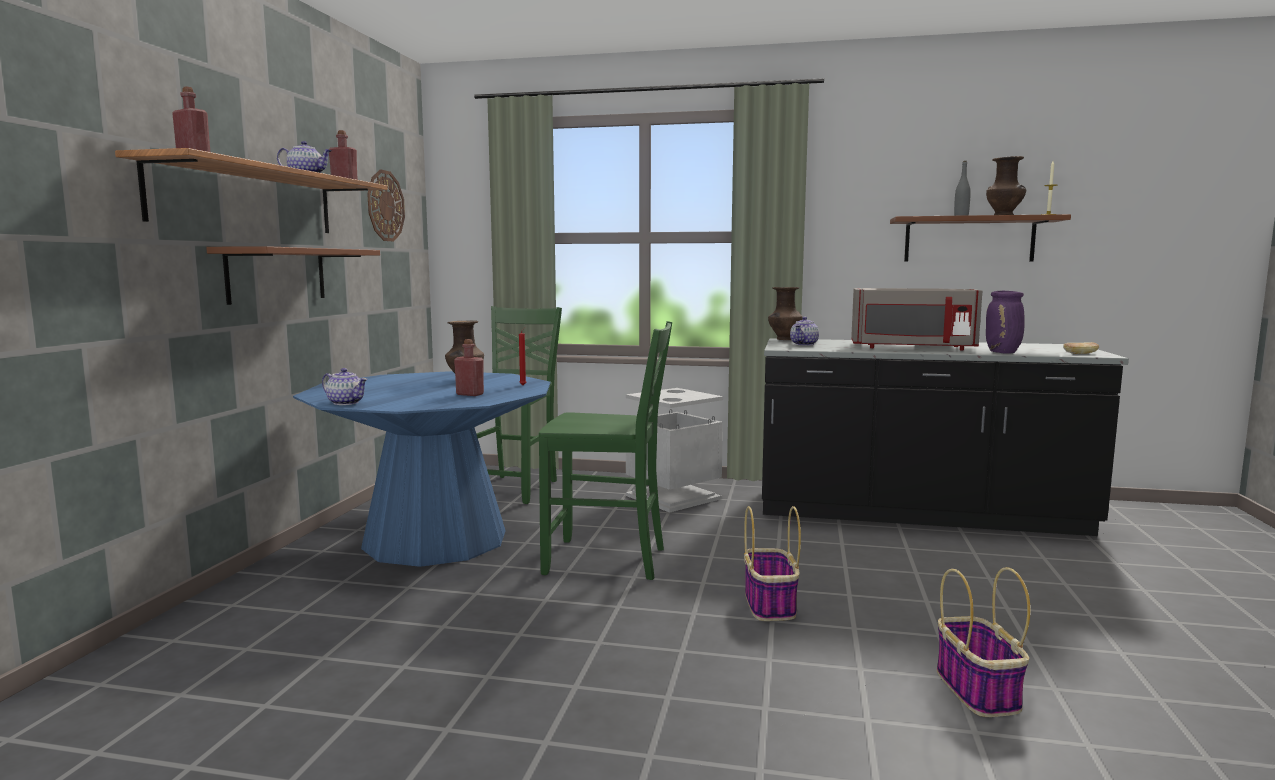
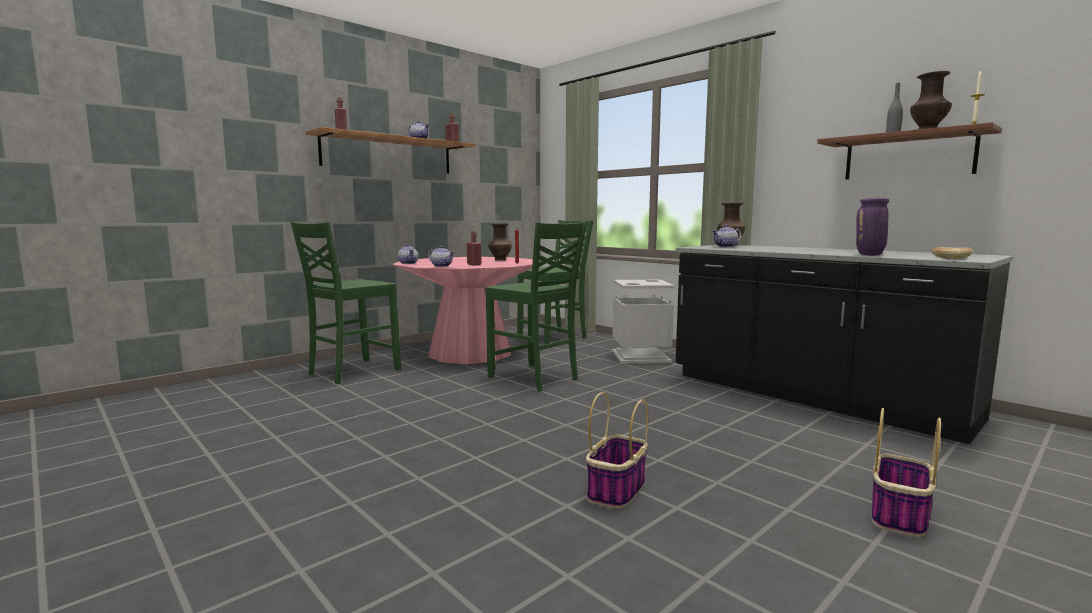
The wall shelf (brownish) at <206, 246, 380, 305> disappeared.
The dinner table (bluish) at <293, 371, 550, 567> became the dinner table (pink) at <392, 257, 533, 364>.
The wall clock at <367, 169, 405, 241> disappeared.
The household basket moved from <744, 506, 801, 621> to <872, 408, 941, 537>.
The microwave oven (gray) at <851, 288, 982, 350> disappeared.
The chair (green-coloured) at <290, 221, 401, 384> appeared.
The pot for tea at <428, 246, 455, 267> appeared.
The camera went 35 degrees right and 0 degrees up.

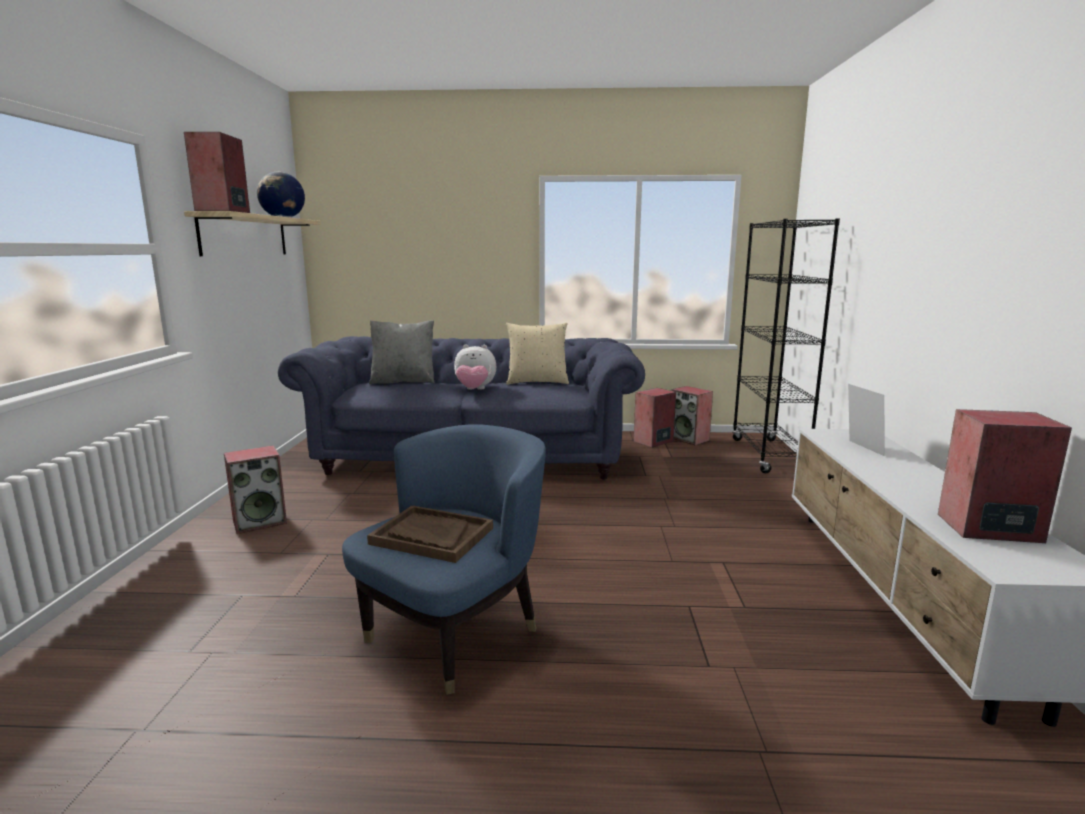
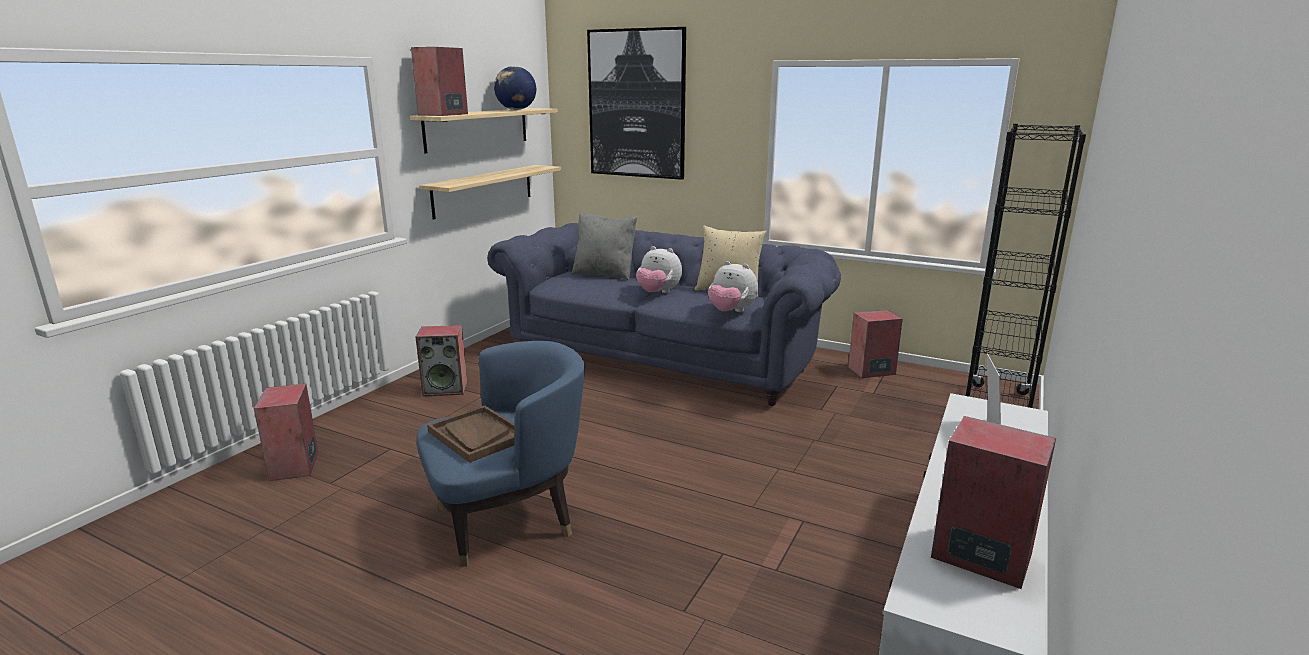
The loudspeaker moved from <671, 386, 713, 445> to <254, 384, 318, 481>.
The wall shelf at <419, 165, 561, 220> appeared.
The wall art at <587, 27, 686, 180> appeared.
The plush toy at <708, 261, 758, 312> appeared.
The camera went 25 degrees right and 5 degrees up.

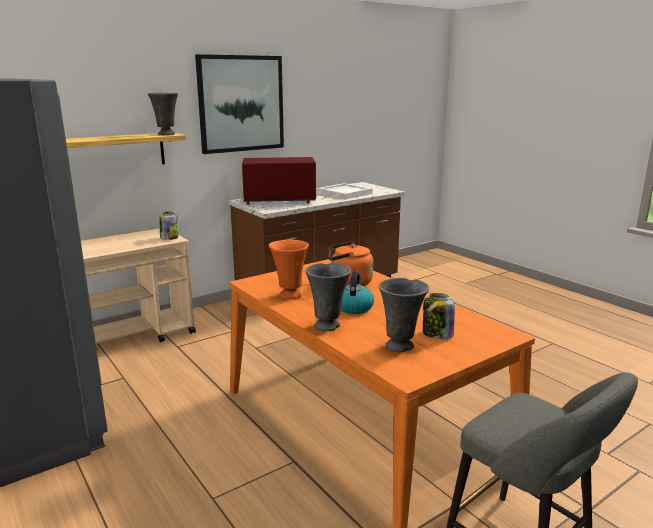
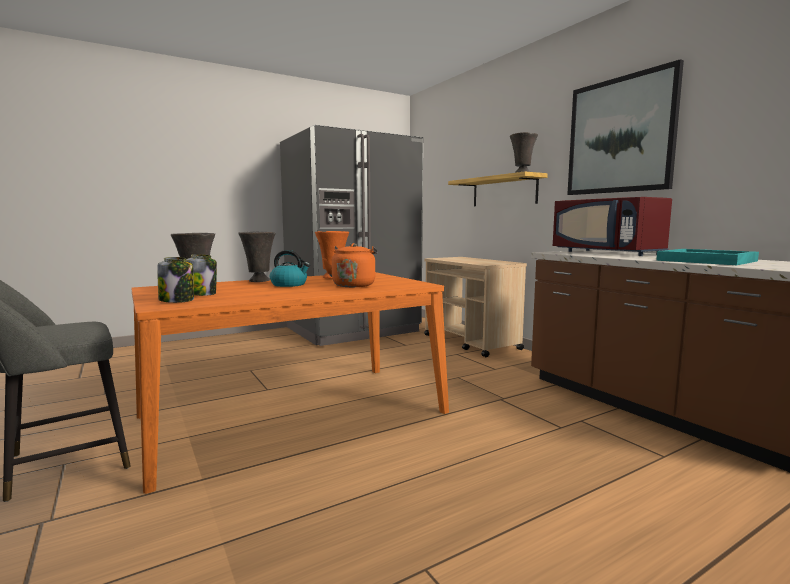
The jar moved from <160, 212, 178, 240> to <157, 257, 194, 303>.
The microwave oven (reddish) at <242, 157, 316, 205> turned 150 degrees clockwise.
The carrying tray (white) at <317, 183, 373, 199> became the carrying tray (turquoise-coloured) at <656, 249, 759, 265>.
The camera went 95 degrees right and 10 degrees down.

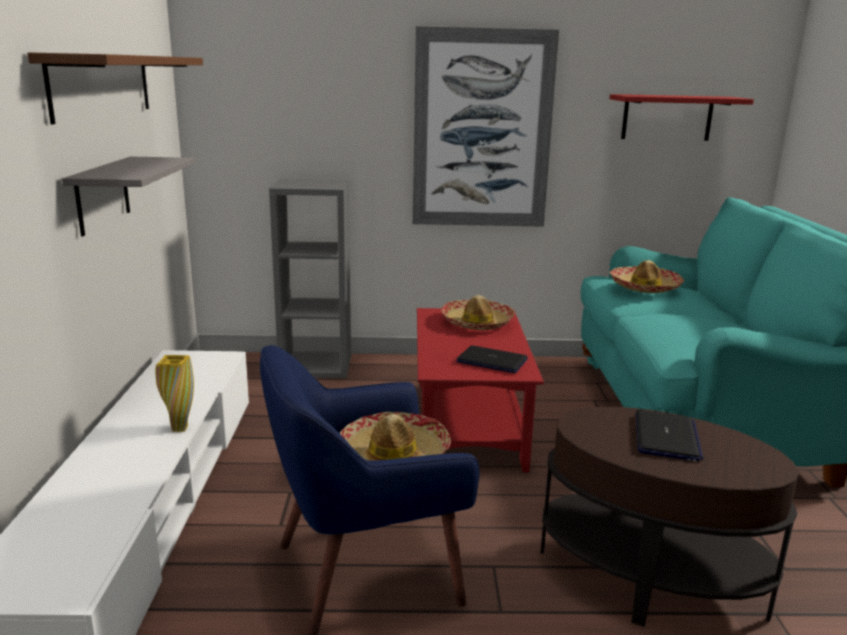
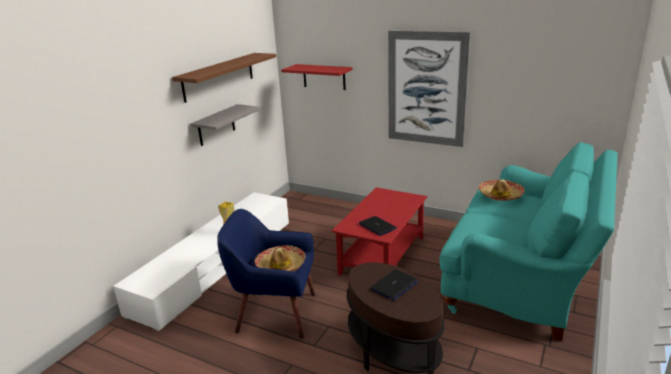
The bookcase (gray) at <269, 179, 351, 378> disappeared.
The wearable hat at <441, 295, 515, 330> disappeared.
The wall shelf (reddish) moved from <609, 94, 754, 141> to <281, 64, 353, 90>.
The camera went 30 degrees right and 5 degrees up.

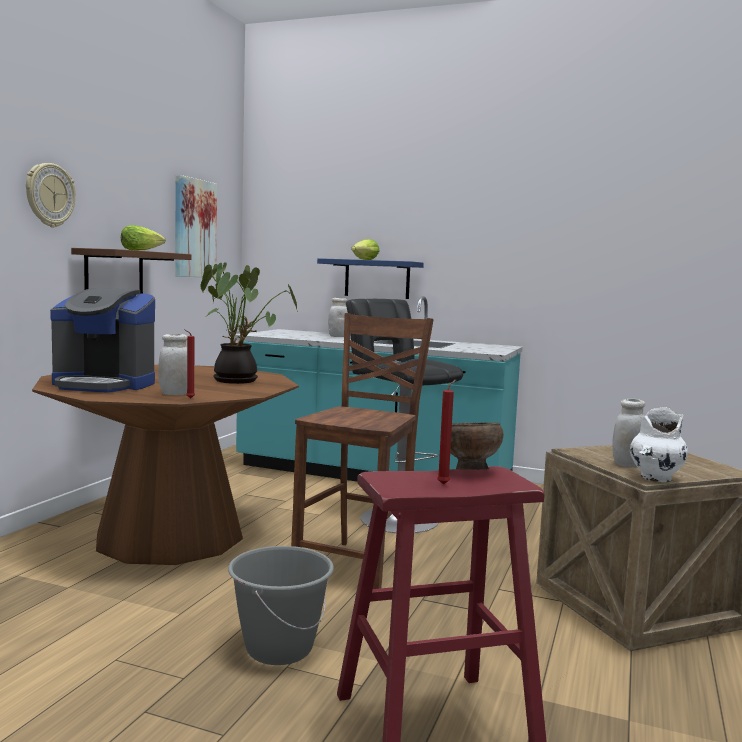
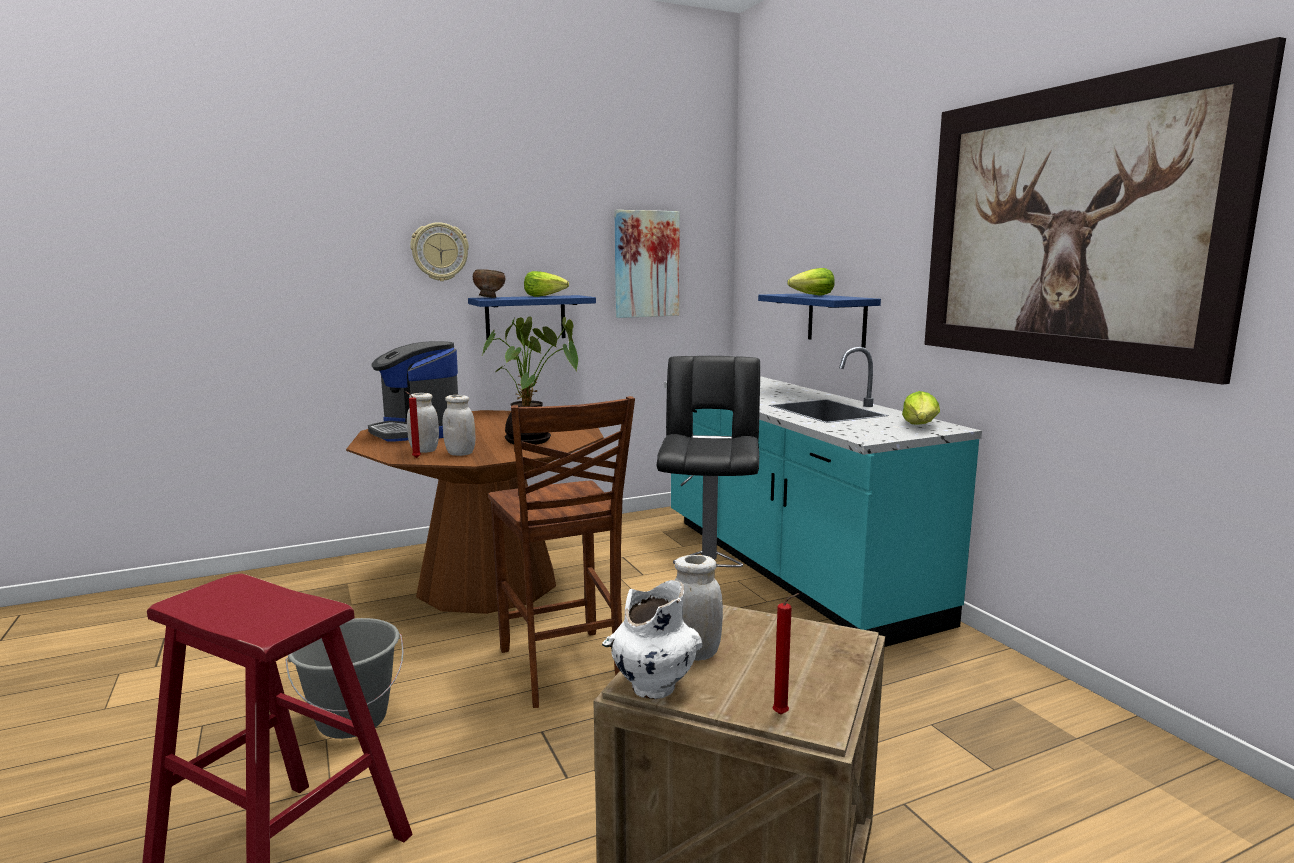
The wall shelf (brownish) at <71, 248, 191, 294> became the wall shelf (bluish) at <468, 295, 596, 341>.
The chair (brownish) at <291, 313, 434, 589> turned 90 degrees clockwise.
The jar (white) moved from <328, 298, 348, 337> to <443, 395, 476, 456>.
The wax candle (reddish) moved from <437, 380, 456, 485> to <772, 593, 799, 715>.
The deep dish (brownish) moved from <450, 422, 503, 470> to <473, 269, 505, 298>.
The lettuce at <902, 391, 940, 424> appeared.
The wall art at <924, 37, 1286, 385> appeared.
The camera went 45 degrees right and 5 degrees up.

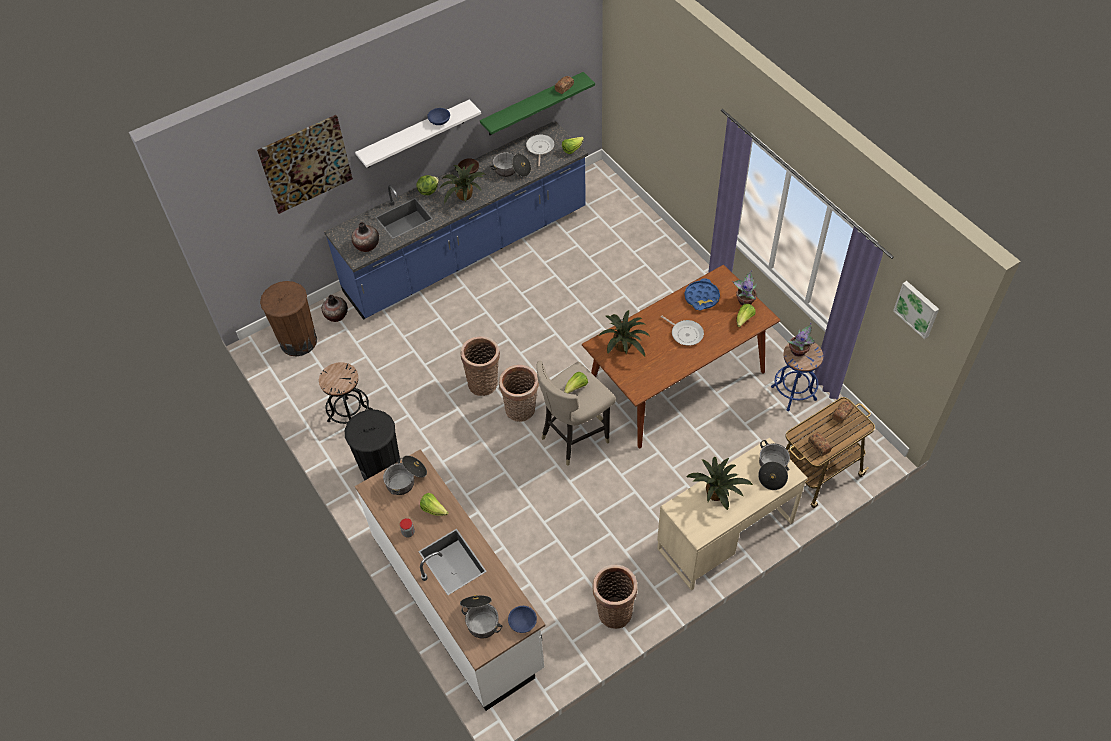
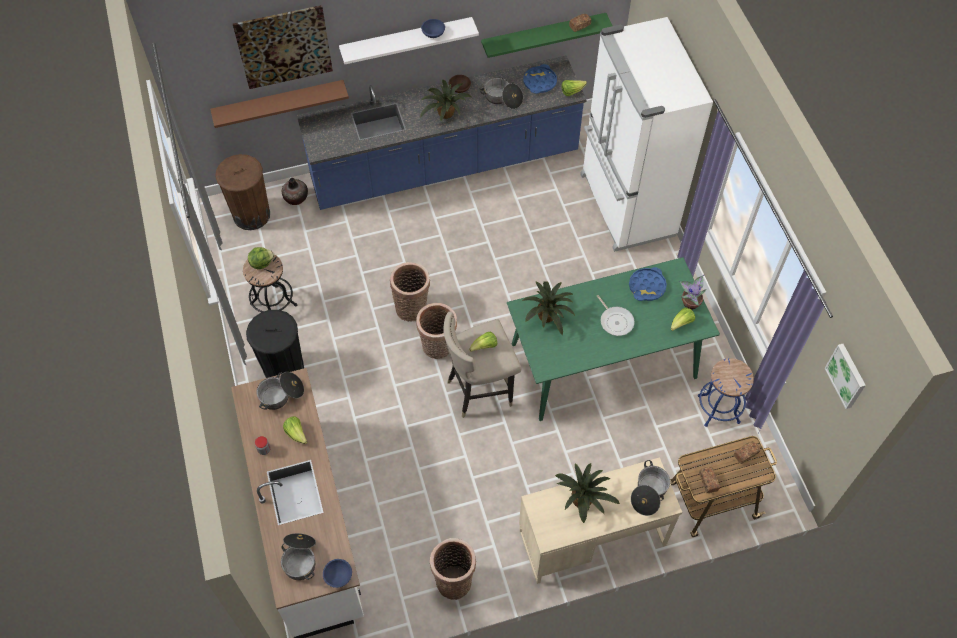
The decorative vase at <351, 222, 379, 252> disappeared.
The lettuce moved from <416, 175, 439, 195> to <248, 247, 274, 269>.
The frying pan at <526, 135, 554, 167> was replaced by the carrying tray (bluish) at <523, 64, 557, 94>.
The dinner table (brownish) at <582, 265, 781, 449> became the dinner table (green-coloured) at <507, 257, 720, 421>.
The potted plant at <787, 322, 815, 357> disappeared.
The wall shelf (brownish) at <210, 80, 349, 128> appeared.
The refrigerator (white) at <580, 17, 713, 252> appeared.
The camera went 15 degrees right and 5 degrees up.

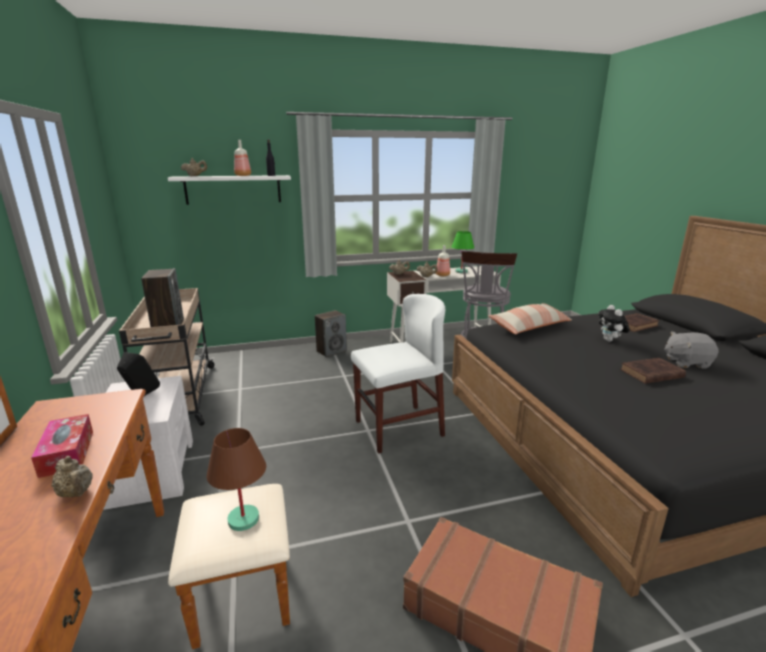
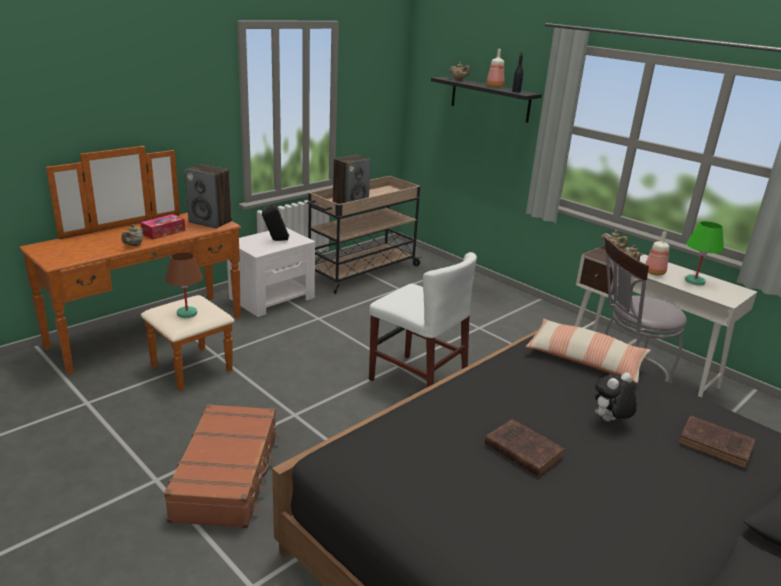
The wall shelf (white) at <168, 175, 291, 205> became the wall shelf (black-coloured) at <431, 77, 542, 123>.
The loudspeaker moved from <315, 310, 347, 357> to <185, 164, 232, 229>.
The plush toy (gray) at <664, 331, 718, 369> disappeared.
The camera went 60 degrees right and 5 degrees up.

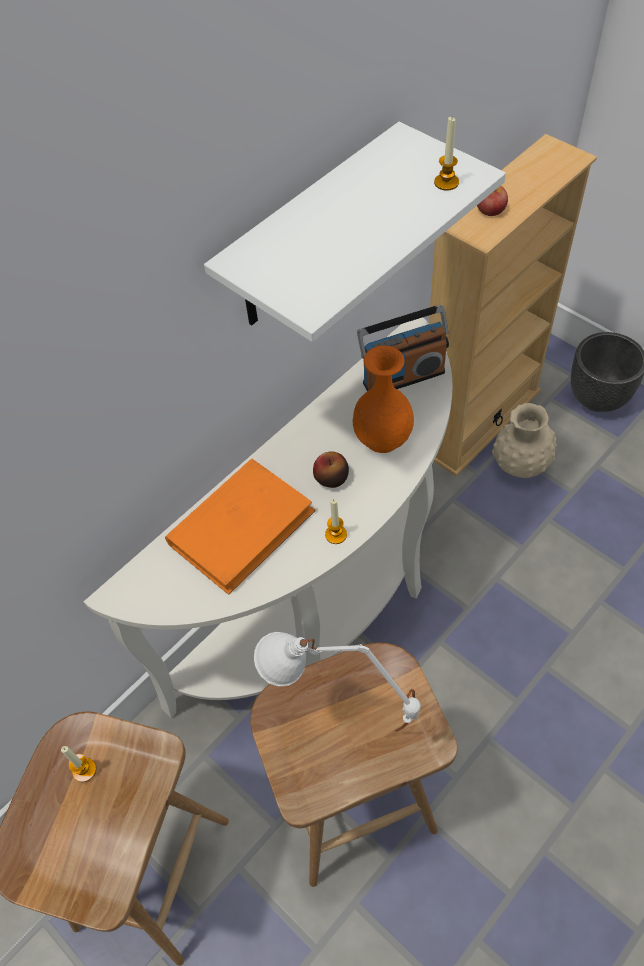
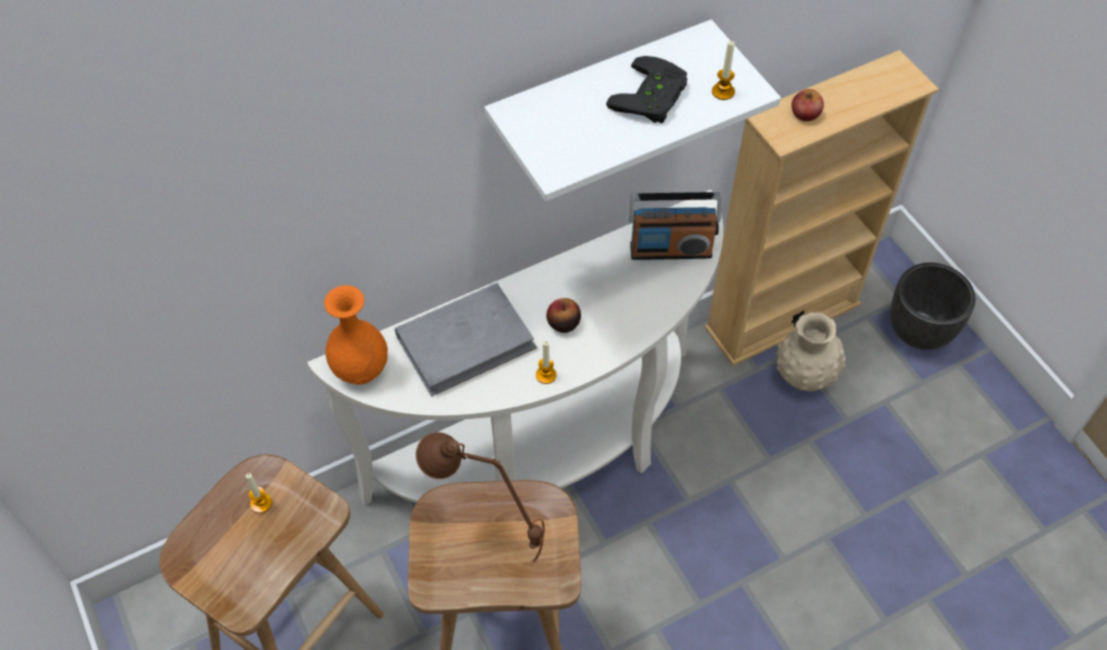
The bound book (orange-coloured) at <165, 459, 316, 595> became the bound book (gray) at <395, 283, 537, 397>.
The tabletop lamp (white) at <254, 632, 421, 731> became the tabletop lamp (brownish) at <416, 432, 545, 563>.
The decorative vase (orange-coloured) moved from <353, 346, 414, 453> to <324, 285, 388, 385>.
The joypad (black-coloured) at <606, 56, 687, 123> appeared.
The camera went 15 degrees right and 0 degrees up.

